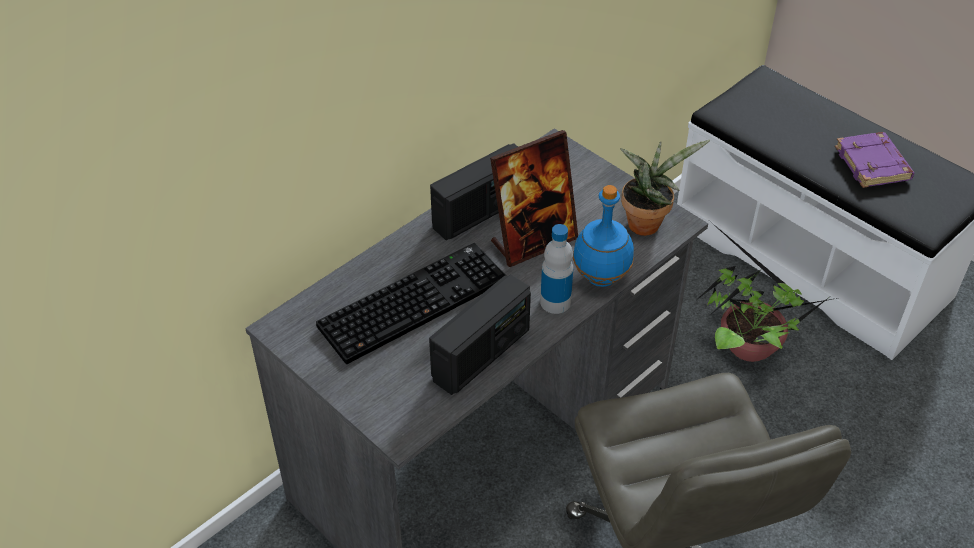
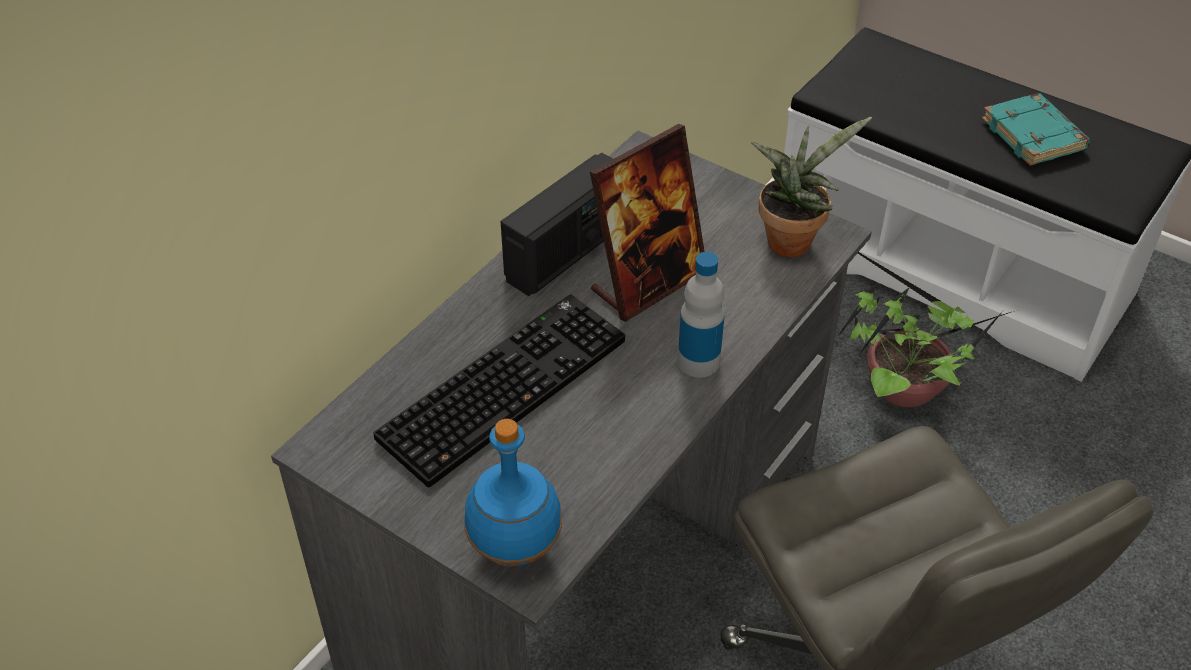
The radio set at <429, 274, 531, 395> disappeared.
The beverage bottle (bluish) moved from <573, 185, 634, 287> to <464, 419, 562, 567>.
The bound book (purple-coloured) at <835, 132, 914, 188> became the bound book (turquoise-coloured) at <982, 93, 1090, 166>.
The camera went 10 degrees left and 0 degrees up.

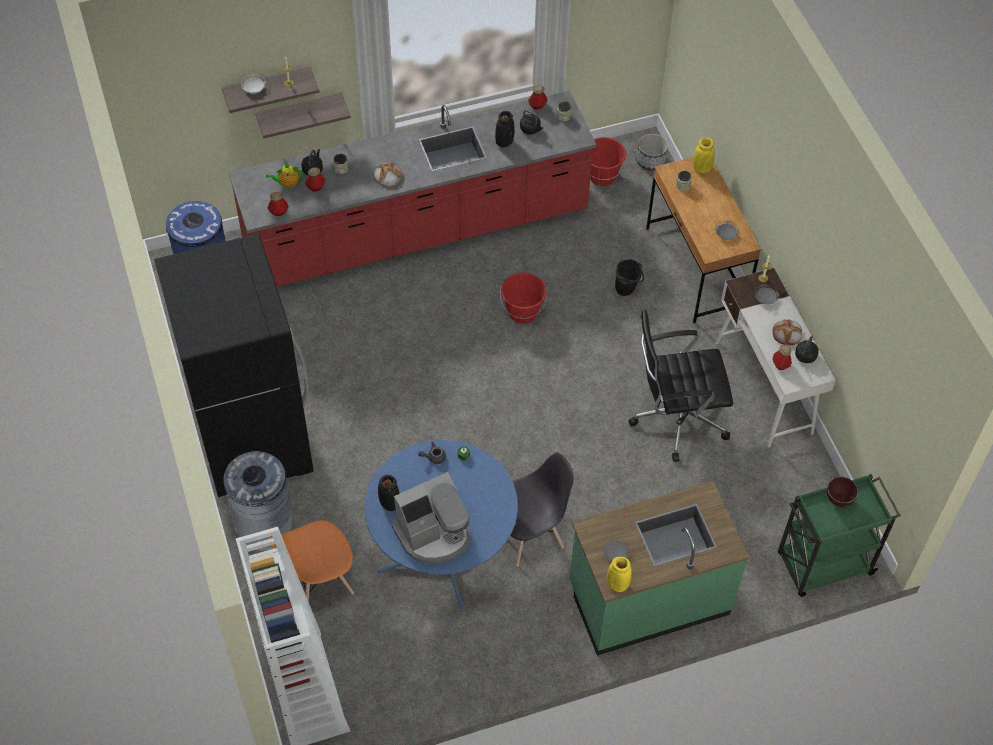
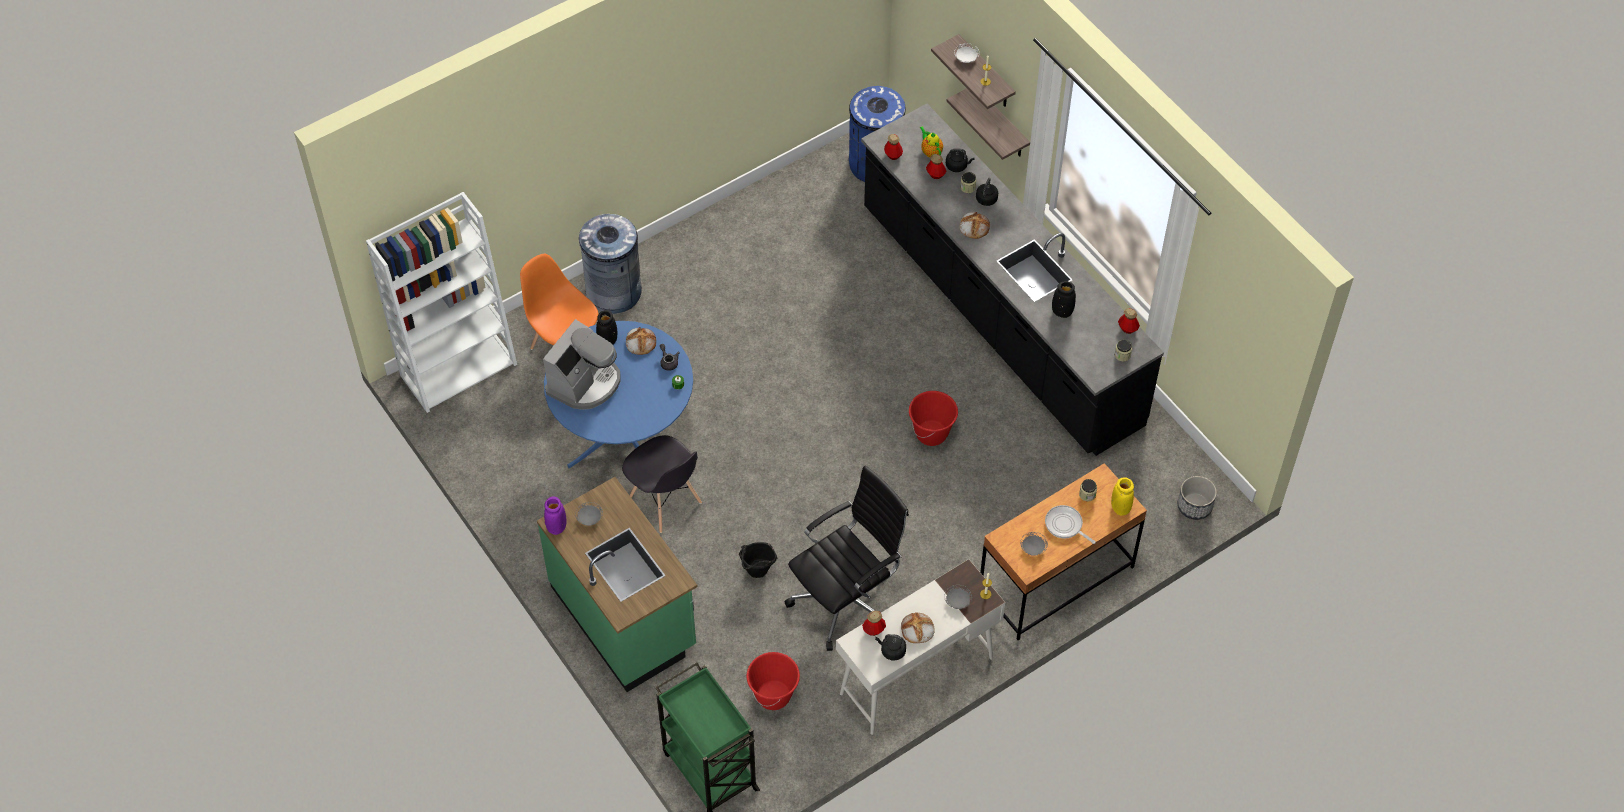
The refrigerator (black-coloured) at <154, 234, 314, 497> disappeared.
The kitchen base unit (reddish) at <228, 91, 596, 287> became the kitchen base unit (black-coloured) at <861, 104, 1164, 456>.
The coffee machine at <392, 472, 470, 563> turned 105 degrees counterclockwise.
The tea kettle (black-coloured) moved from <520, 110, 543, 134> to <976, 178, 998, 206>.
The bucket (reddish) moved from <590, 137, 627, 186> to <746, 652, 800, 710>.
The decorative vase (yellowish) at <607, 557, 632, 592> became the decorative vase (purple-coloured) at <544, 496, 567, 535>.
The bucket (black-coloured) moved from <615, 259, 644, 296> to <739, 542, 777, 578>.
The desk chair (black-coloured) at <628, 310, 733, 462> turned 75 degrees clockwise.
The deep dish (brownish) at <827, 477, 858, 507> disappeared.
The baked bread at <626, 327, 656, 355> appeared.
The frying pan at <1045, 505, 1096, 544> appeared.
The camera went 75 degrees right and 0 degrees up.

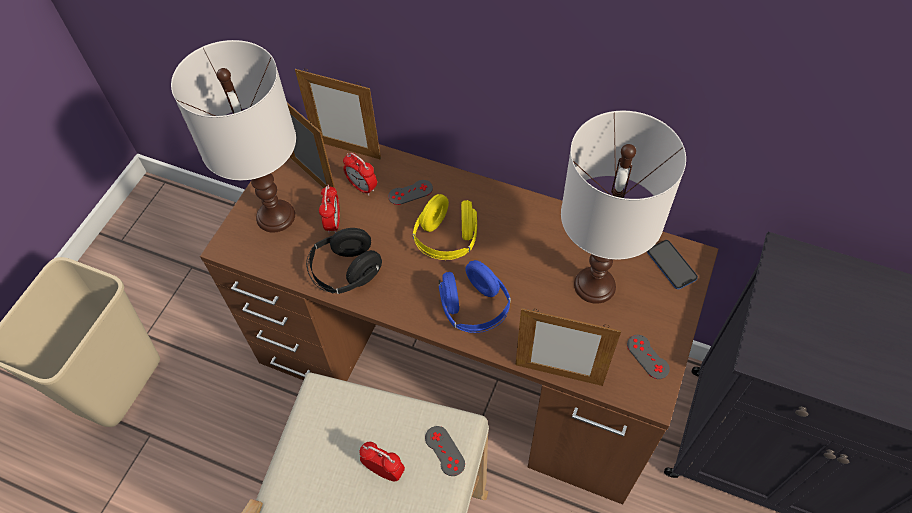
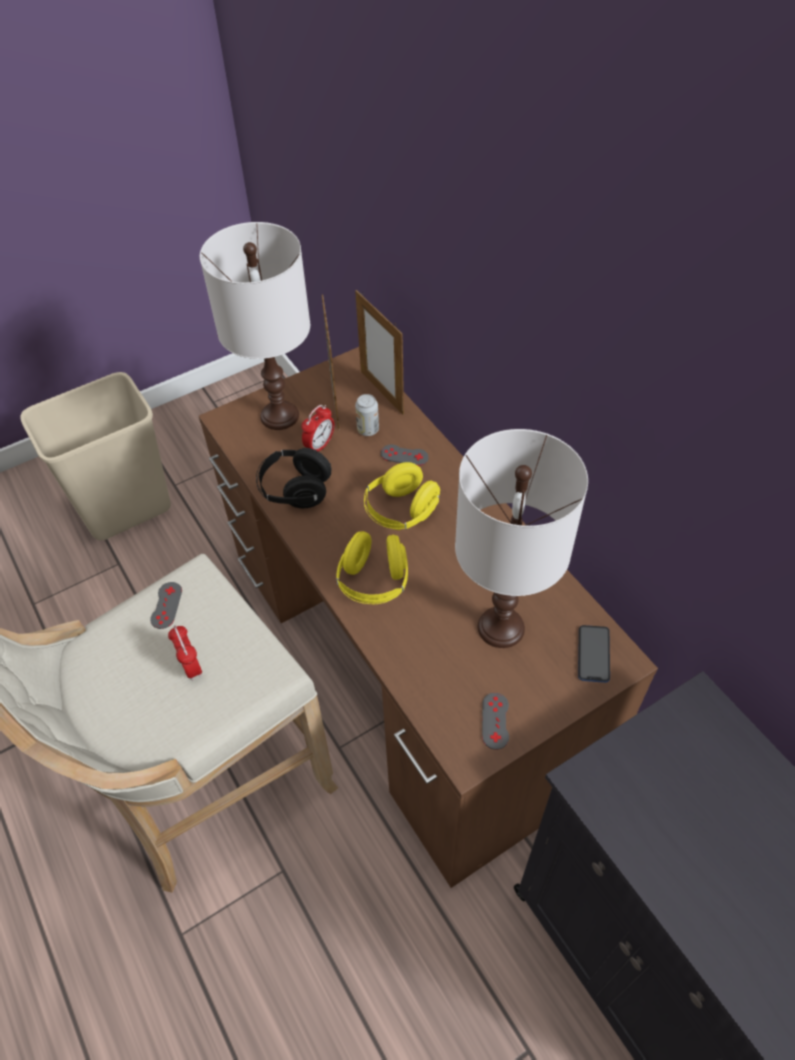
The bedside clock at <343, 153, 377, 195> was replaced by the can at <355, 394, 379, 436>.
The joypad (gray) moved from <425, 426, 465, 476> to <150, 582, 182, 629>.
The pair of headphones (bluish) at <439, 260, 511, 333> became the pair of headphones (yellowish) at <336, 531, 408, 604>.
The picture frame at <516, 308, 621, 386> disappeared.
The camera went 35 degrees right and 5 degrees down.

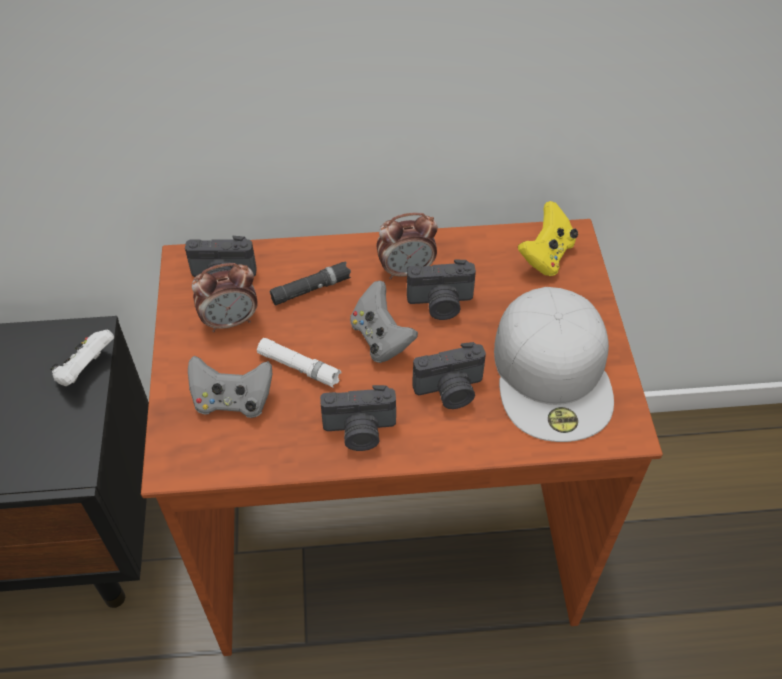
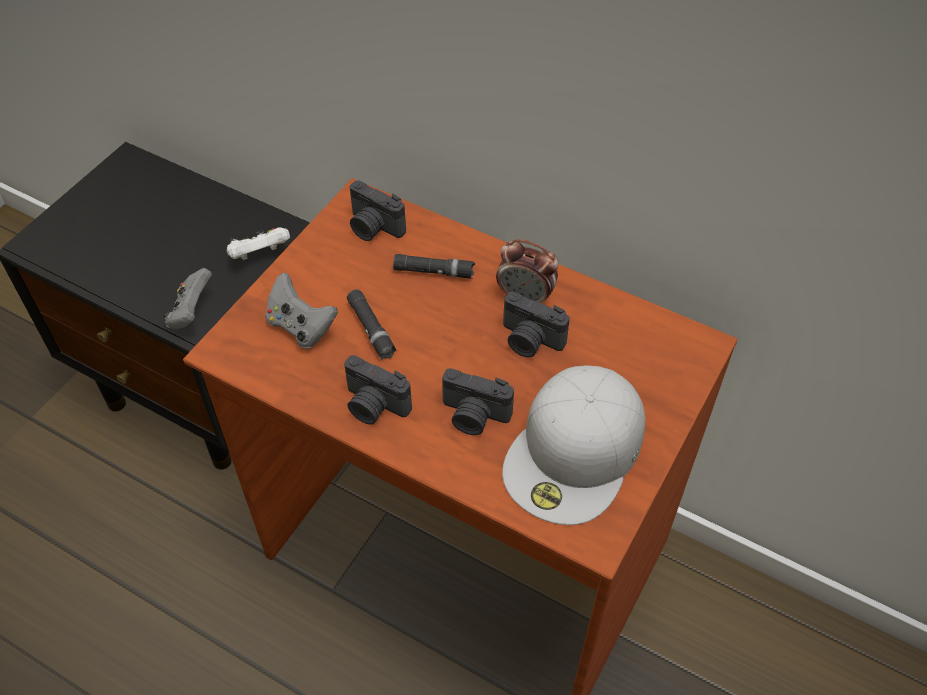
The bedside clock at <192, 263, 258, 333> disappeared.
The torch (white) at <257, 338, 341, 388> became the torch (black-coloured) at <347, 289, 397, 360>.
The joypad (gray) moved from <350, 281, 418, 363> to <162, 268, 212, 329>.
The joypad (yellowish) at <518, 201, 578, 276> disappeared.
The camera went 35 degrees right and 0 degrees up.

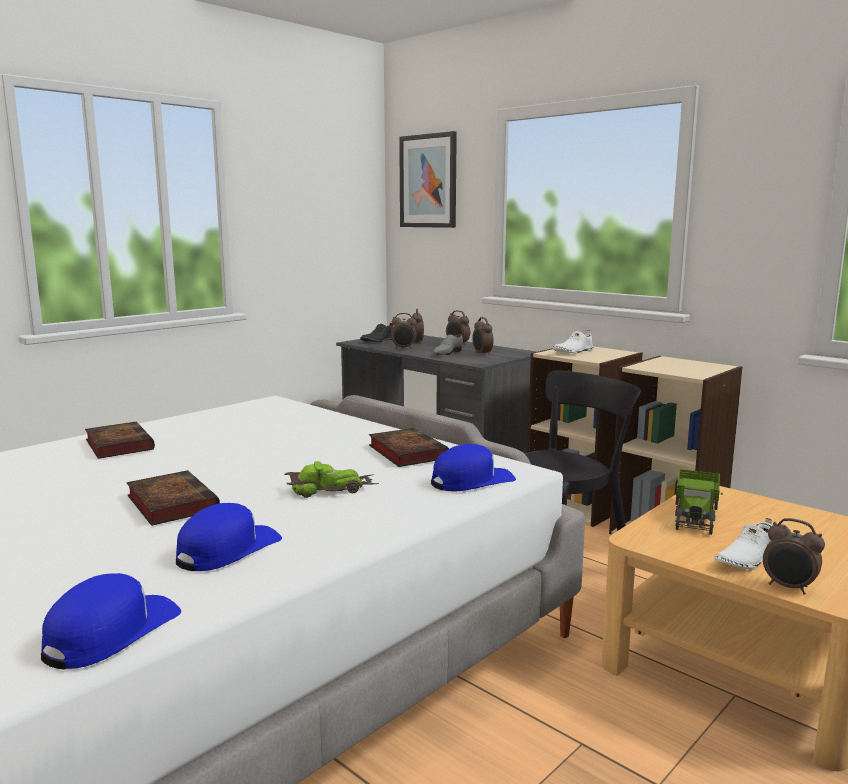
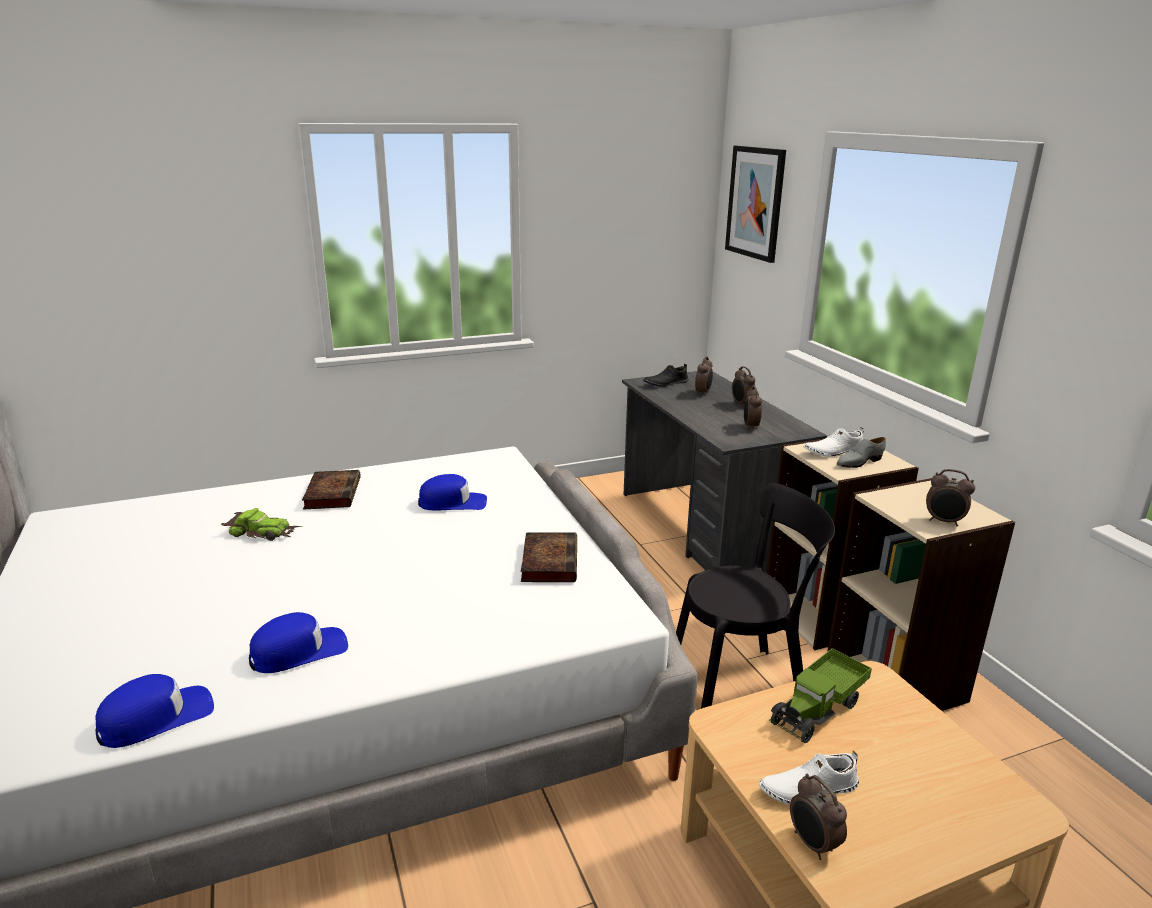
The bound book at <126, 470, 220, 526> disappeared.
The miniature car moved from <285, 461, 379, 498> to <221, 508, 302, 541>.
The bedside clock moved from <391, 313, 417, 349> to <926, 469, 975, 526>.
The cap (bluish) moved from <431, 444, 516, 492> to <418, 474, 487, 510>.
The shoe (gray) moved from <433, 334, 463, 356> to <837, 437, 886, 468>.
The camera went 25 degrees right and 10 degrees up.

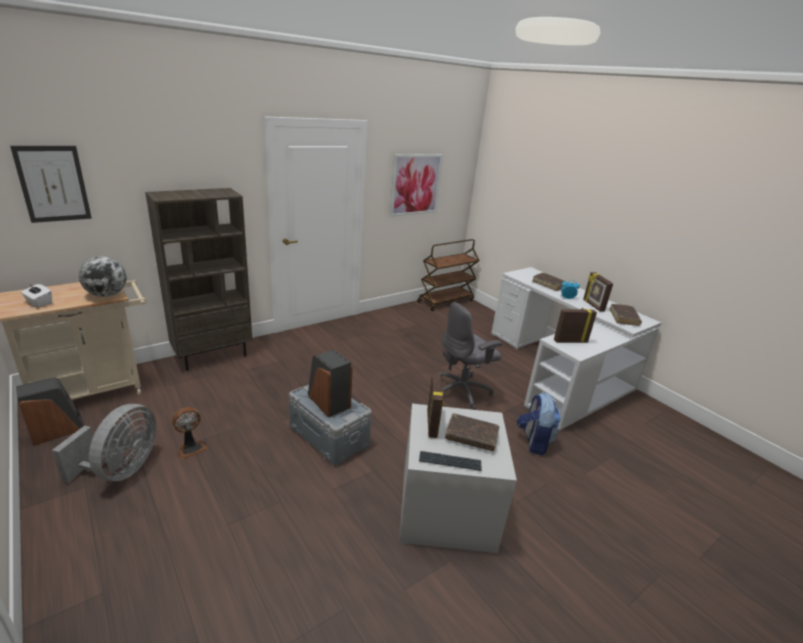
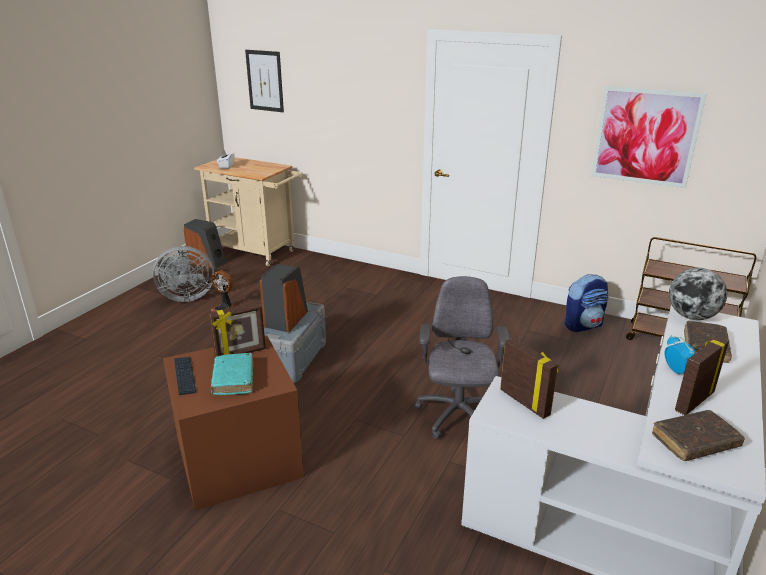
The desk globe moved from <79, 256, 126, 297> to <669, 268, 727, 320>.
The bookcase (brownish) at <145, 188, 252, 371> disappeared.
The storage box (gray) at <399, 404, 517, 553> became the storage box (brownish) at <163, 336, 304, 511>.
The desk chair (gray) at <440, 302, 502, 410> turned 60 degrees clockwise.
The bound book (brownish) at <445, 413, 499, 452> became the bound book (turquoise-coloured) at <211, 353, 253, 395>.
The backpack moved from <517, 392, 561, 455> to <564, 274, 608, 332>.
The camera went 65 degrees right and 0 degrees up.

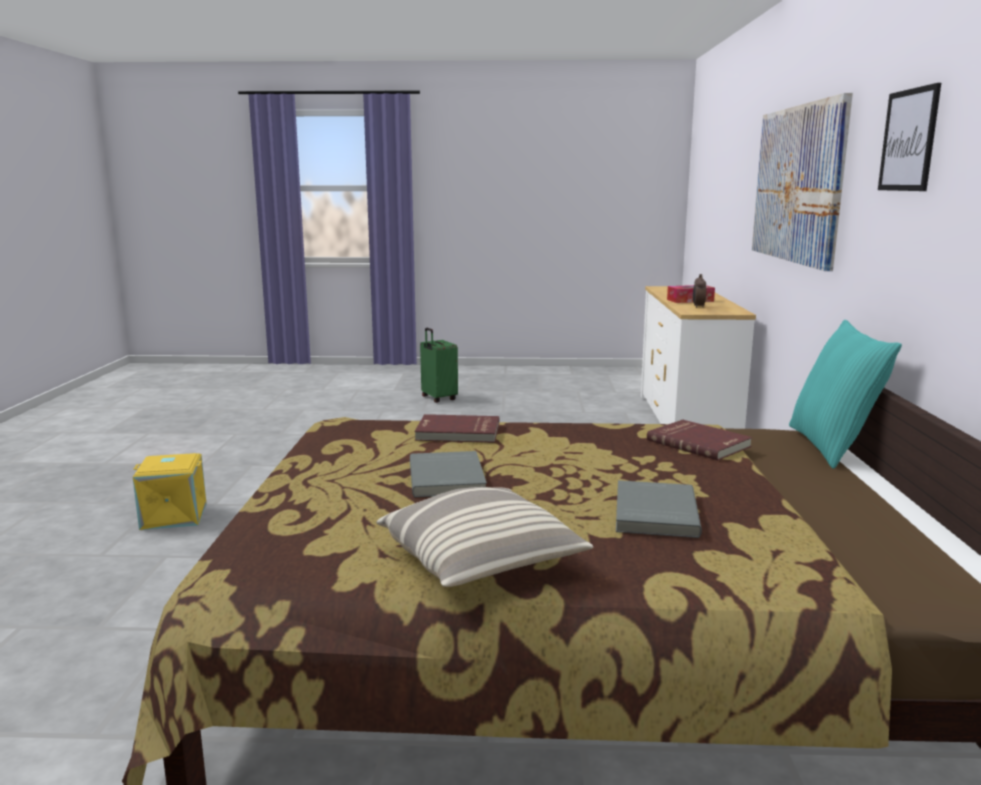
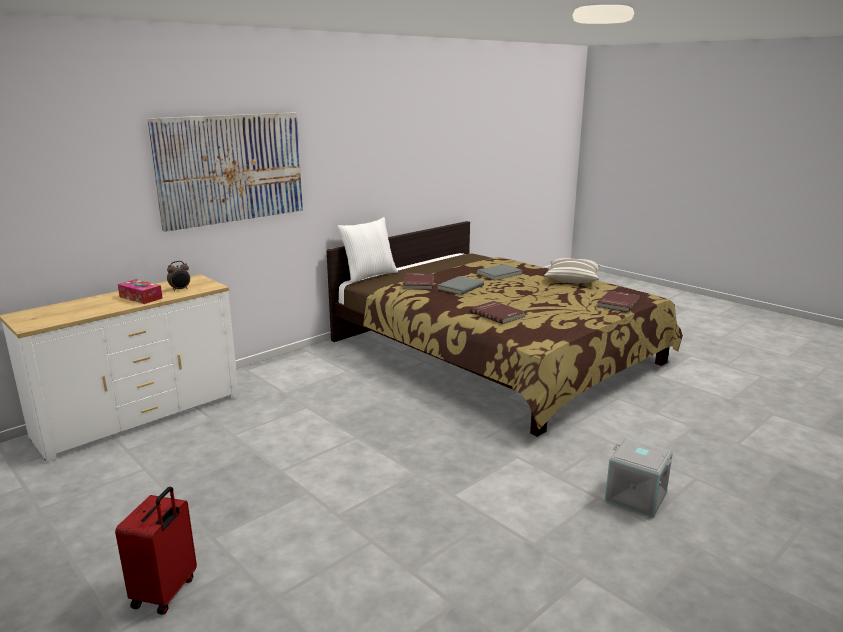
The storage box (yellowish) at <133, 453, 207, 530> became the storage box (gray) at <605, 438, 673, 518>.
The bound book (gray) moved from <410, 451, 487, 497> to <438, 276, 484, 295>.
The travel case (green-coloured) at <420, 328, 458, 403> became the travel case (reddish) at <115, 486, 197, 615>.
The throw pillow (turquoise-coloured) at <789, 320, 902, 469> became the throw pillow (white) at <337, 217, 398, 283>.
The wall art at <878, 83, 941, 191> disappeared.
The bound book (reddish) at <597, 291, 640, 312> appeared.
The camera went 135 degrees left and 5 degrees up.

